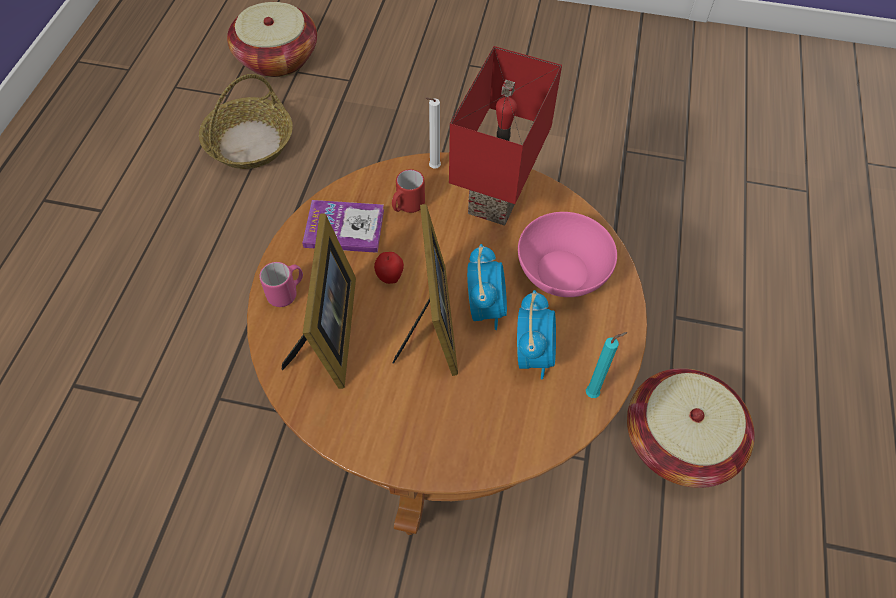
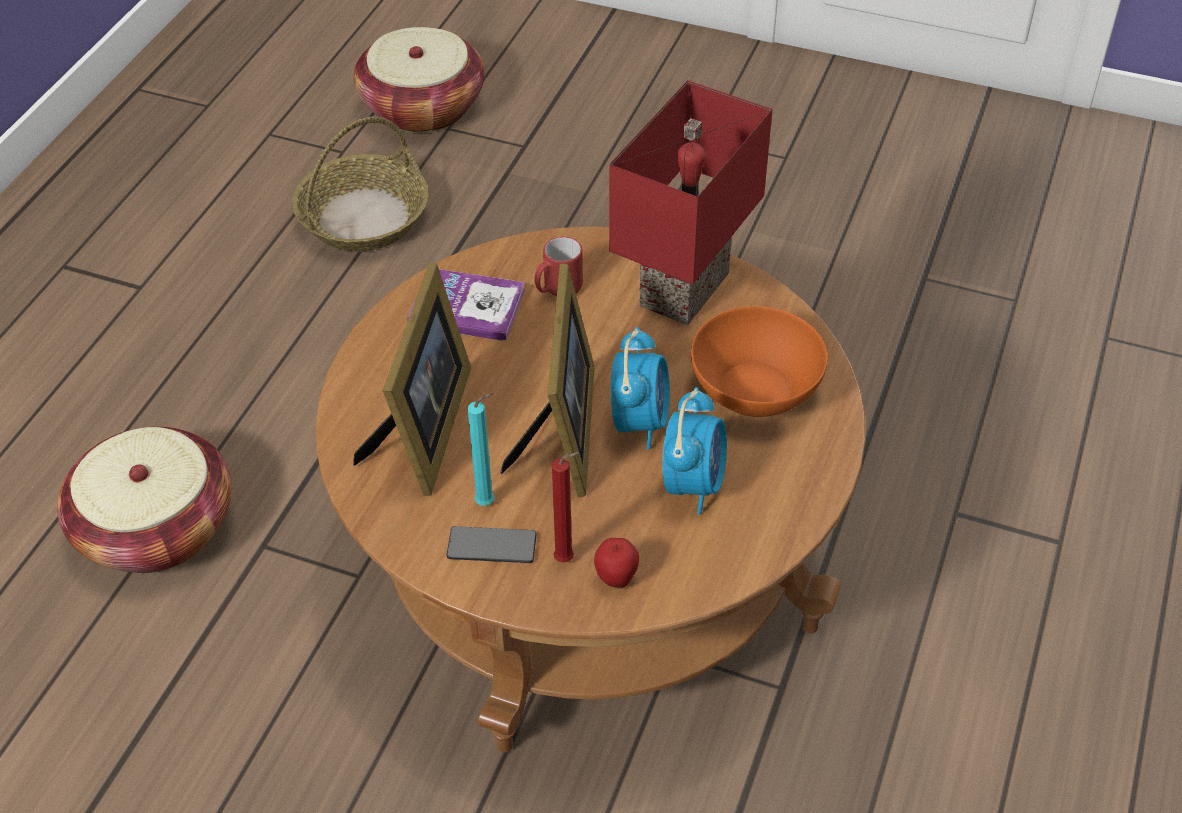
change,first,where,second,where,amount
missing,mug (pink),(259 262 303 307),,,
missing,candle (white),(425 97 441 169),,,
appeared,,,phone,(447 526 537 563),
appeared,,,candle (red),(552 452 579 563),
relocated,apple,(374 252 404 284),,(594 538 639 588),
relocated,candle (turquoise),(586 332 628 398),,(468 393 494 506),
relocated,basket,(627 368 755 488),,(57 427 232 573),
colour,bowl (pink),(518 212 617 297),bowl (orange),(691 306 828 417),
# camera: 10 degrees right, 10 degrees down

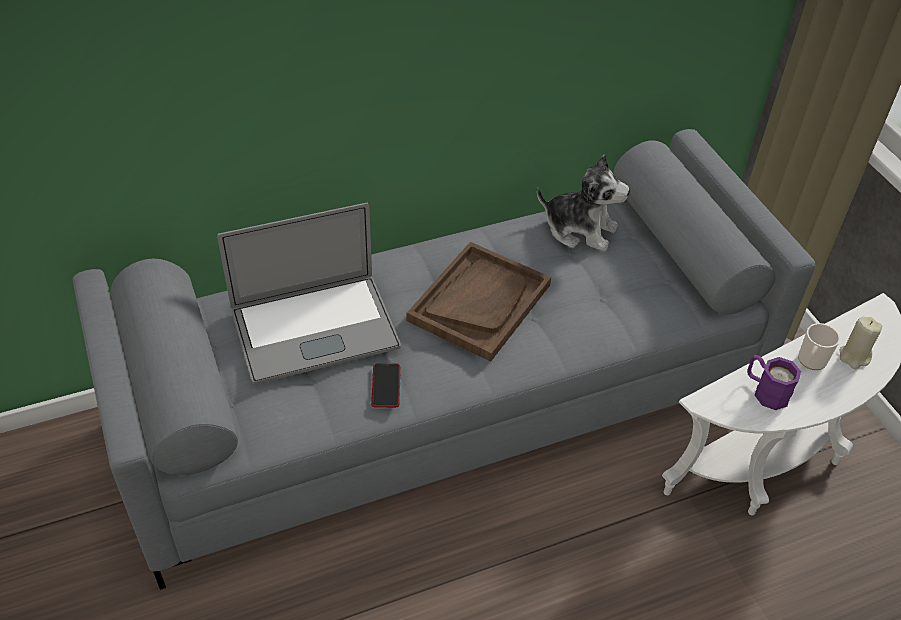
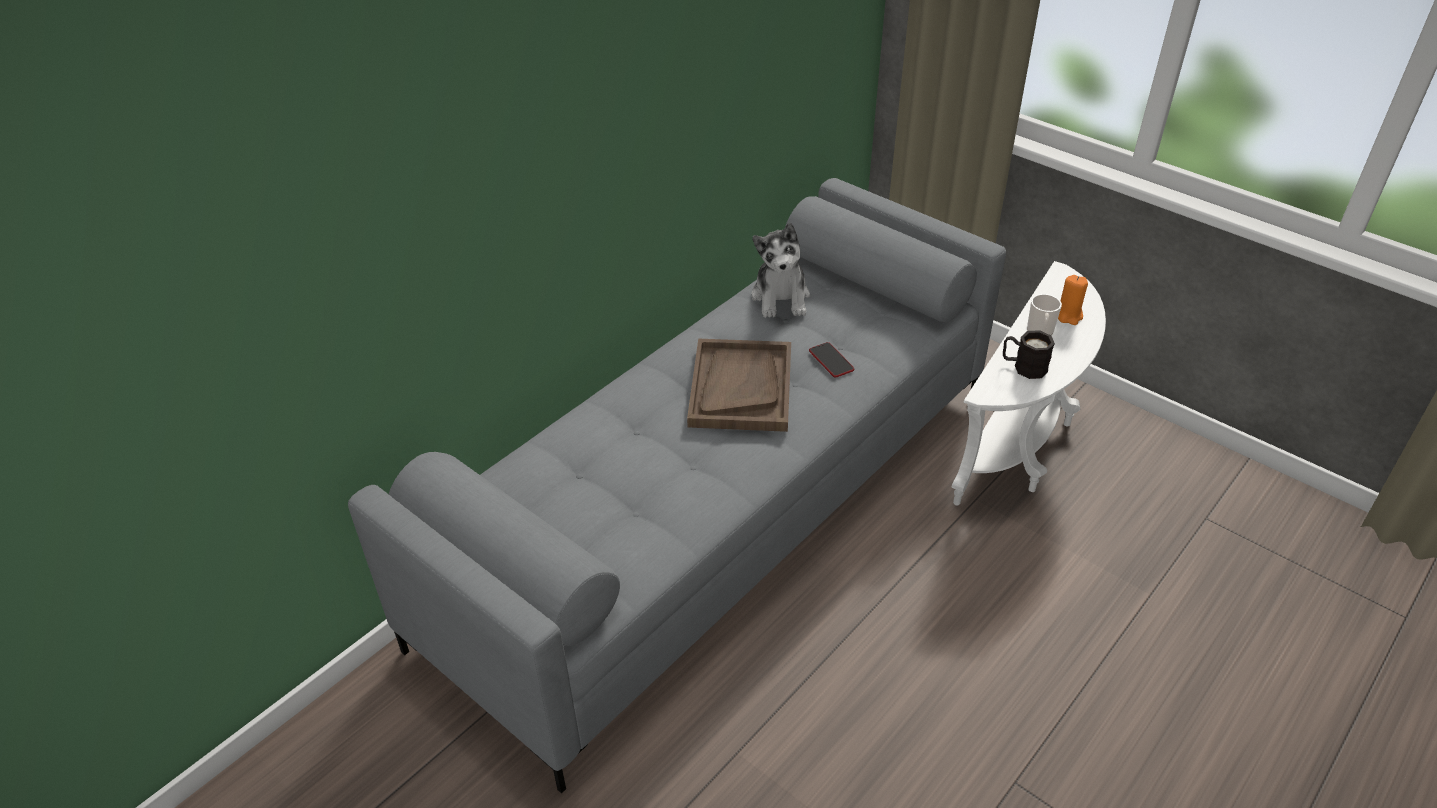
change,first,where,second,where,amount
missing,laptop,(217 202 401 385),,,
relocated,phone,(371 363 400 408),,(809 342 854 377),
colour,mug (purple),(747 355 801 410),mug (black),(1003 330 1055 379),
colour,candle (beige),(840 317 882 369),candle (orange),(1058 275 1088 325),
spun,plush toy,(537 154 630 252),,(751 223 810 318),90 degrees clockwise
# camera: 25 degrees left, 5 degrees down

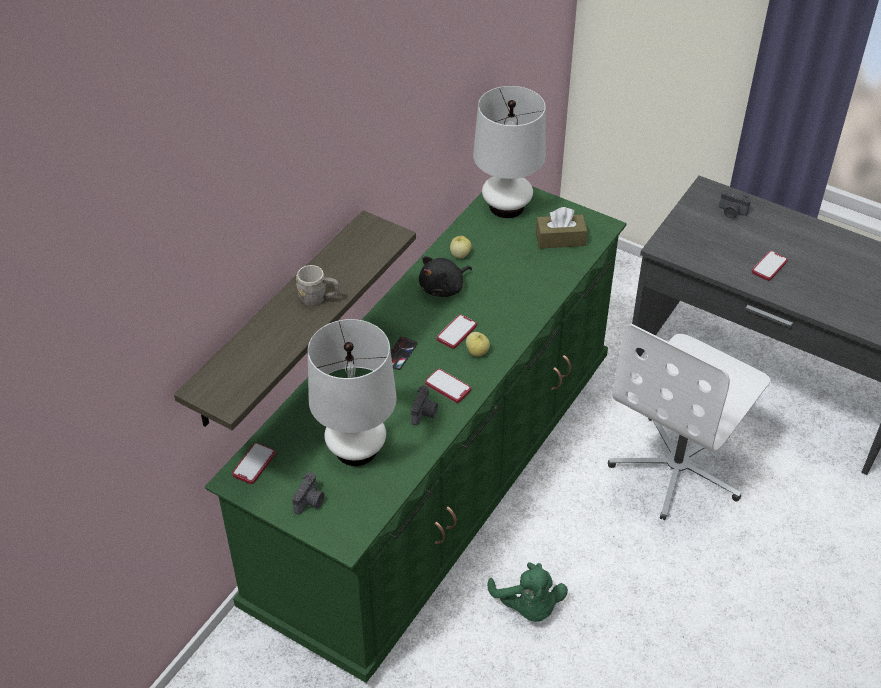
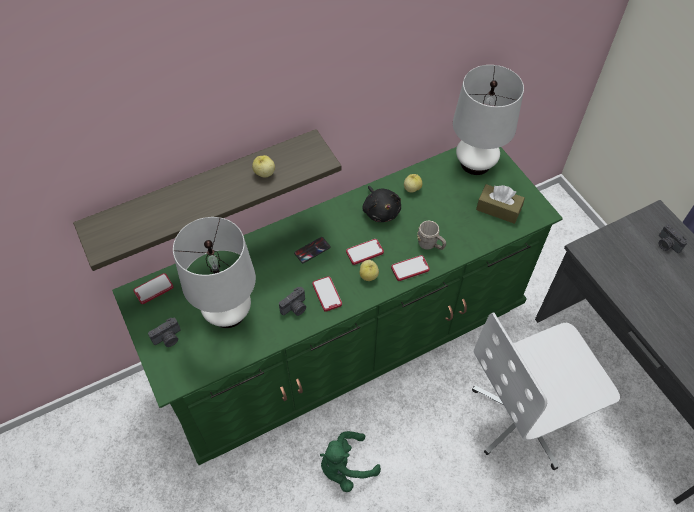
change,first,where,second,where,amount
appeared,,,apple,(252 155 275 177),
relocated,mug (grey),(296 265 339 306),,(417 221 446 250),
relocated,phone,(752 251 788 281),,(391 255 430 281),
spun,plush toy (black),(419 256 472 297),,(362 186 401 222),105 degrees counterclockwise
spun,plush toy (green),(487 562 568 622),,(320 431 381 492),60 degrees clockwise
# camera: 30 degrees right, 10 degrees up

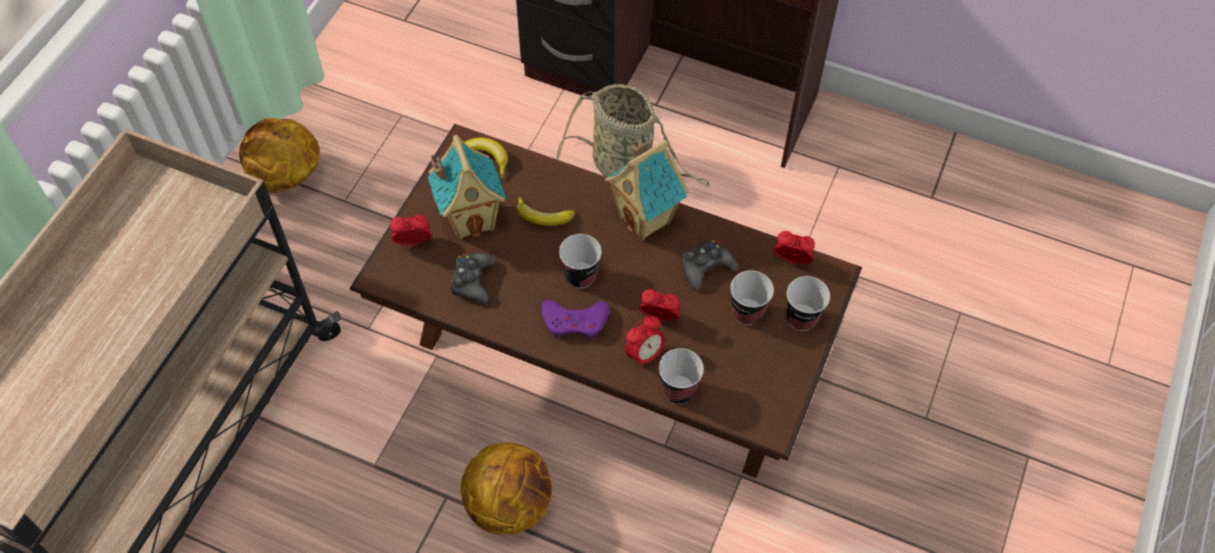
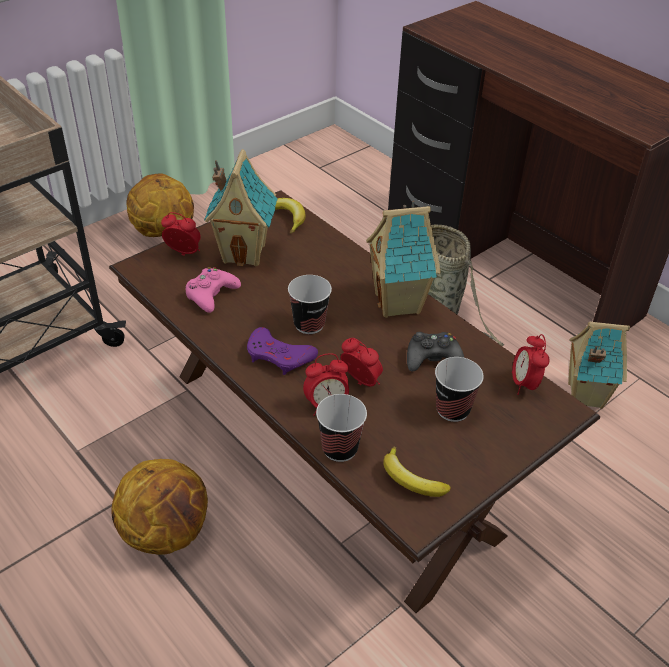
change,first,where,second,where,amount
missing,cup,(787 276 830 331),,,
appeared,,,toy house,(568 322 630 409),
relocated,banana,(517 197 575 226),,(383 447 451 497),
colour,game controller (black),(450 253 495 303),game controller (pink),(185 267 241 313),
spun,alarm clock,(773 231 815 264),,(512 334 549 395),135 degrees counterclockwise
# camera: 25 degrees right, 15 degrees down

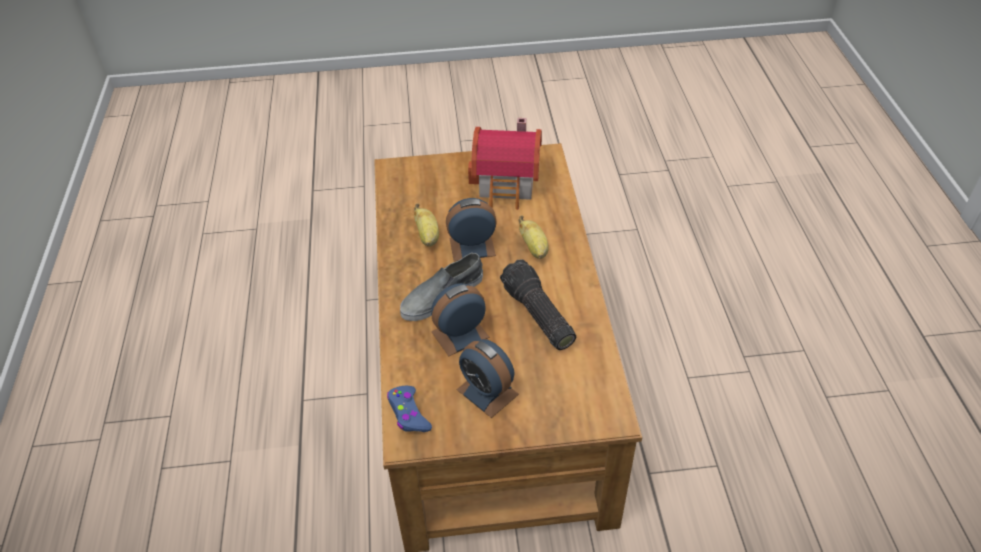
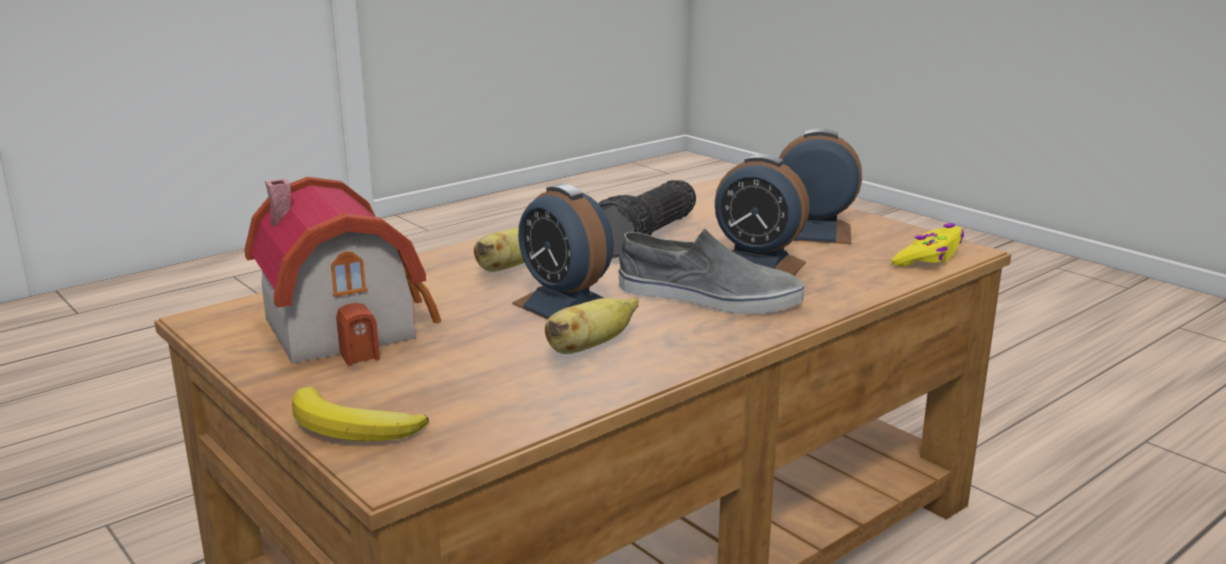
change,first,where,second,where,amount
appeared,,,banana,(292 387 429 441),
colour,game controller (blue),(387 386 432 432),game controller (yellow),(892 223 964 267),
spun,alarm clock,(457 339 519 418),,(779 129 862 244),90 degrees counterclockwise
# camera: 125 degrees left, 25 degrees down

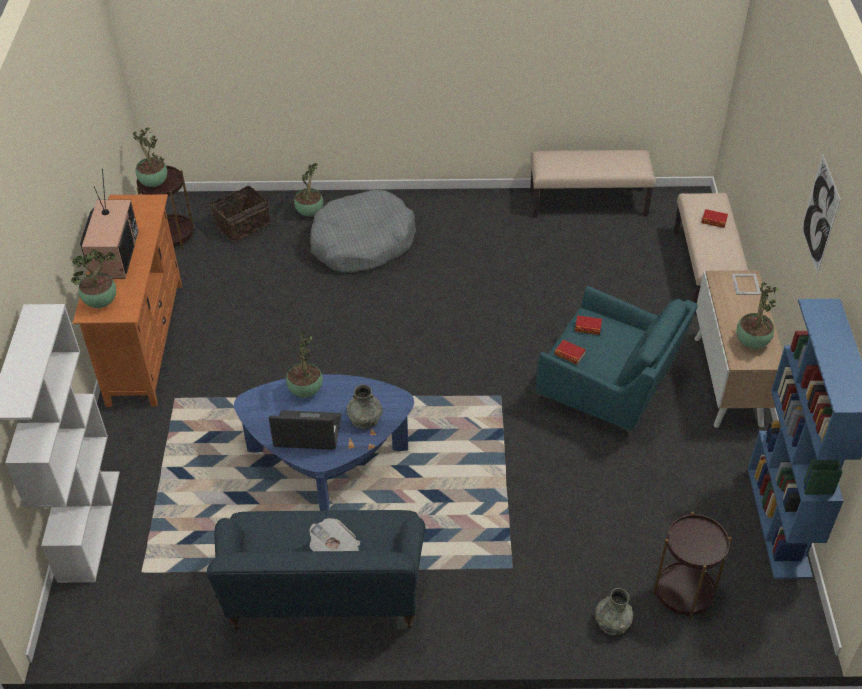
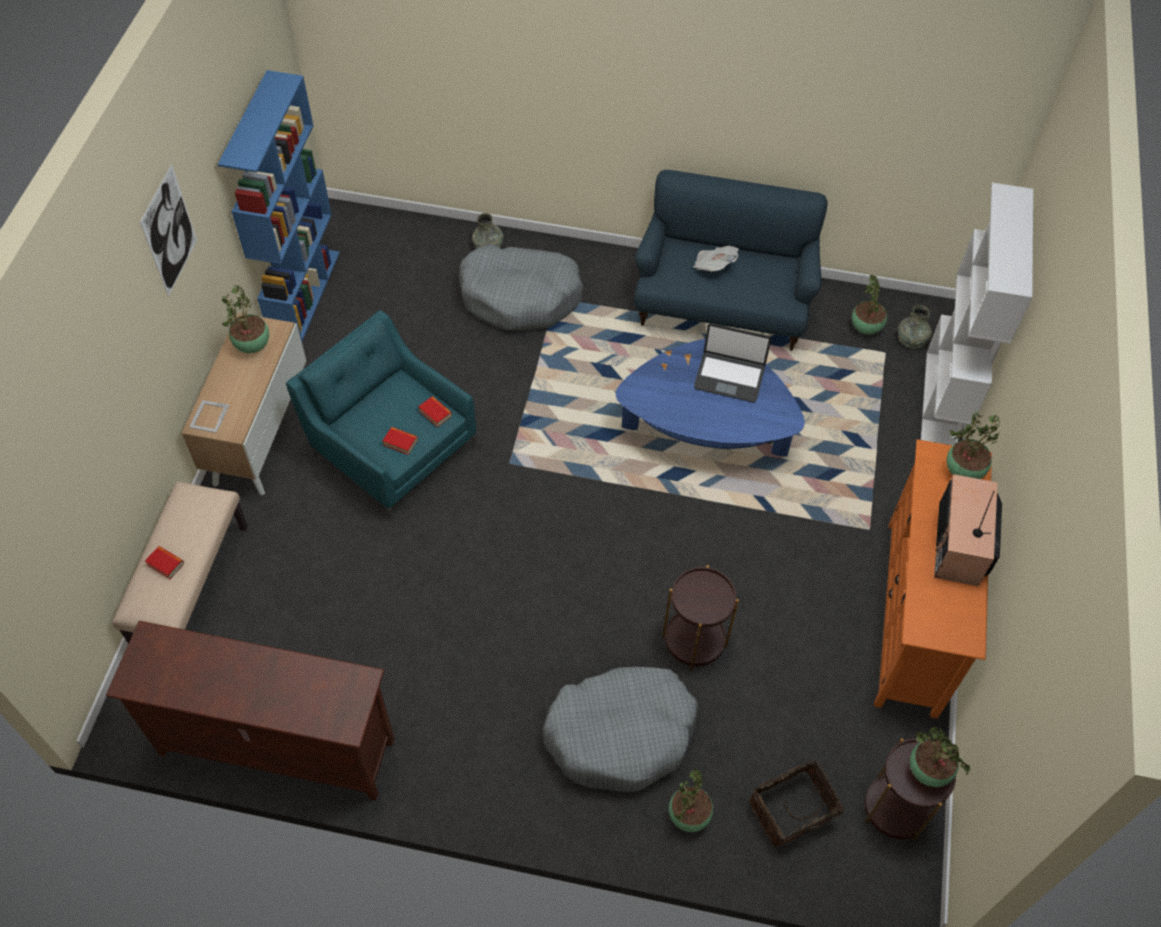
change,first,where,second,where,amount
appeared,,,dog bed (grey),(459 244 583 330),
relocated,potted plant,(286 332 323 398),,(852 275 887 335),
relocated,vase (grey),(346 385 383 429),,(897 305 932 349),
relocated,side table (brown),(653 512 732 621),,(662 565 739 671),
exchanged,bench (beige),(530 150 655 217),tv stand (brown),(105 621 395 801),
# camera: 170 degrees left, 10 degrees up

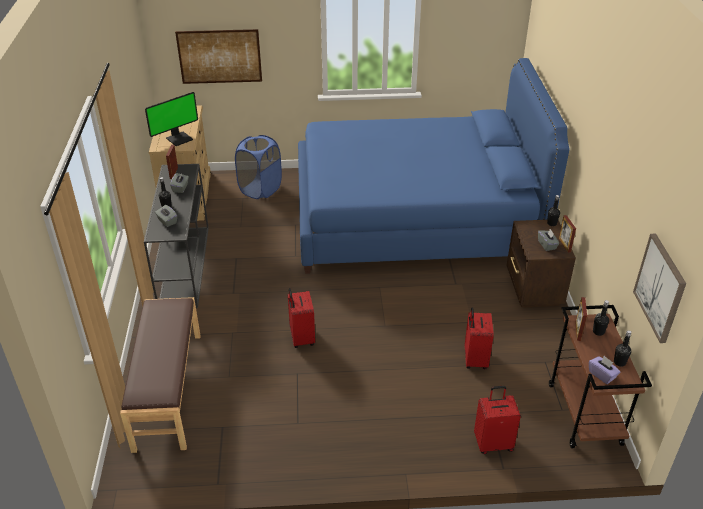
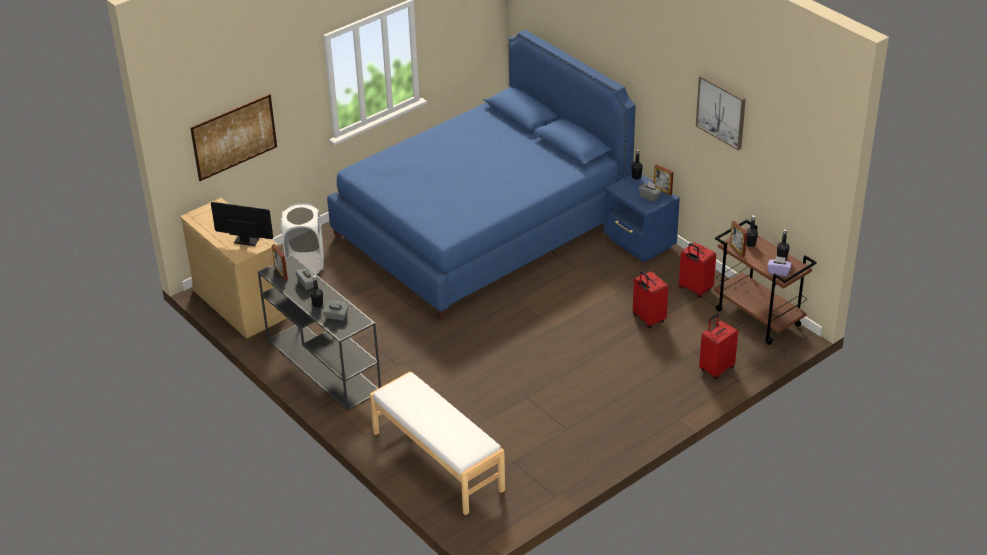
change,first,where,second,where,amount
relocated,suitcase (red),(288 288 315 348),,(679 242 716 298),
relocated,picture,(633 233 686 343),,(696 75 746 150),
colour,bench (brown),(120 297 201 453),bench (white),(370 372 505 515),
colour,laundry basket (blue),(235 135 282 199),laundry basket (white),(281 203 324 275),
colour,nightstand (brown),(506 220 576 308),nightstand (blue),(604 174 680 263),
spun,monitor,(145 92 198 146),,(211 202 273 246),90 degrees counterclockwise
# camera: 35 degrees left, 0 degrees up

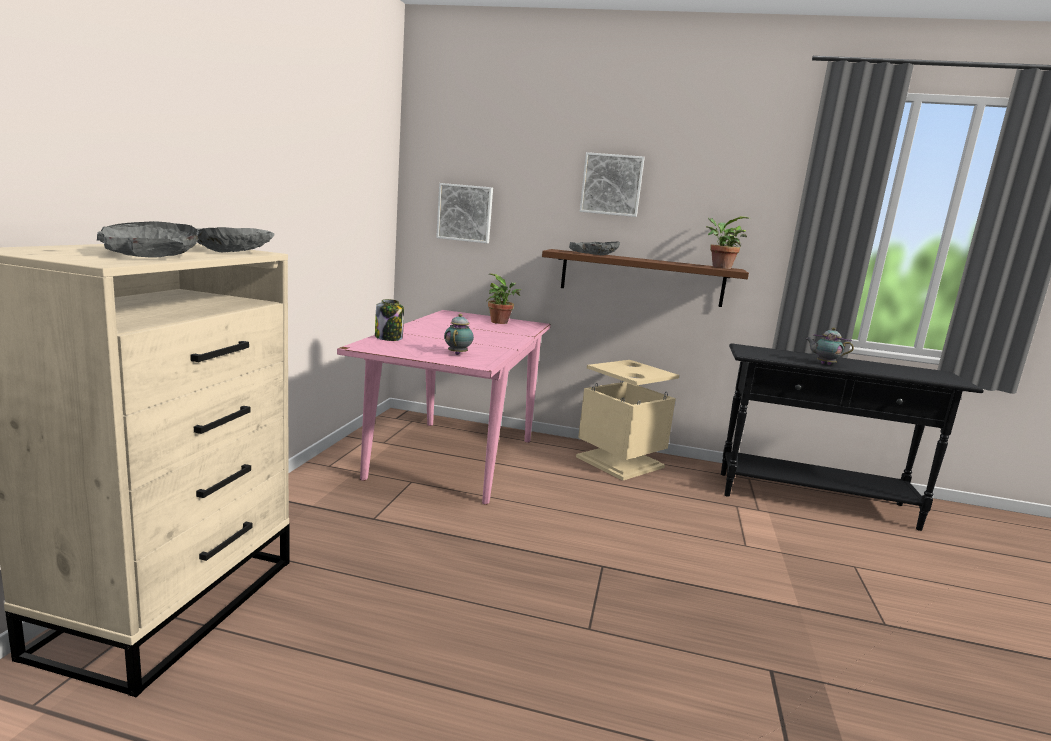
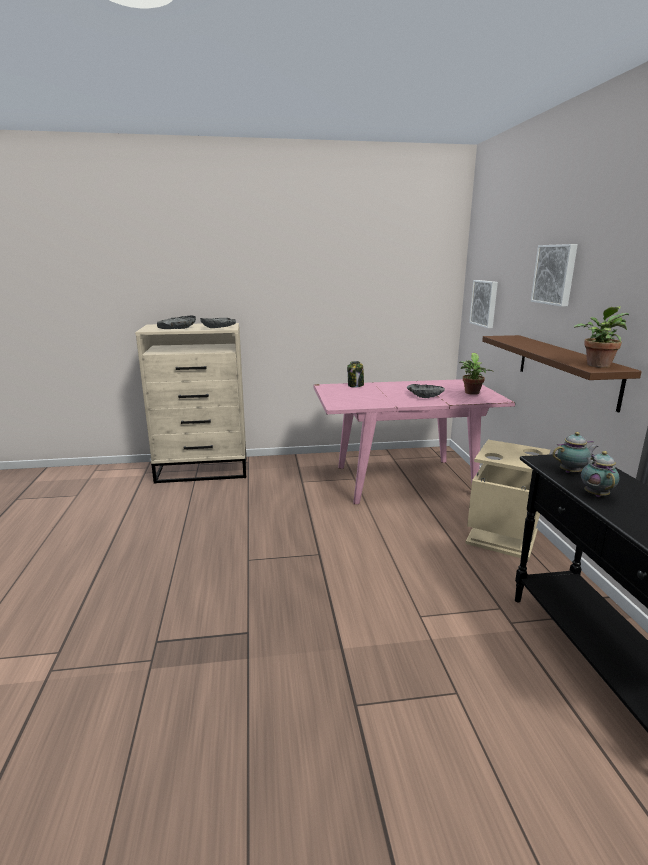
change,first,where,second,where,amount
relocated,teapot,(444 314 474 355),,(552 432 598 473),
relocated,bowl (grey),(569 242 620 255),,(407 384 445 398),
# camera: 70 degrees right, 5 degrees up

